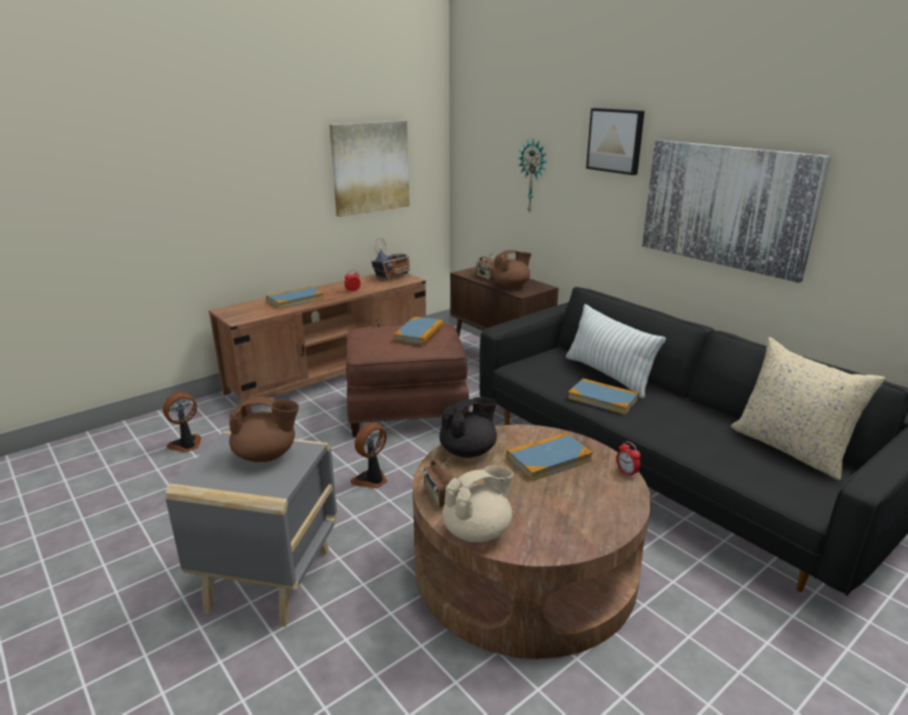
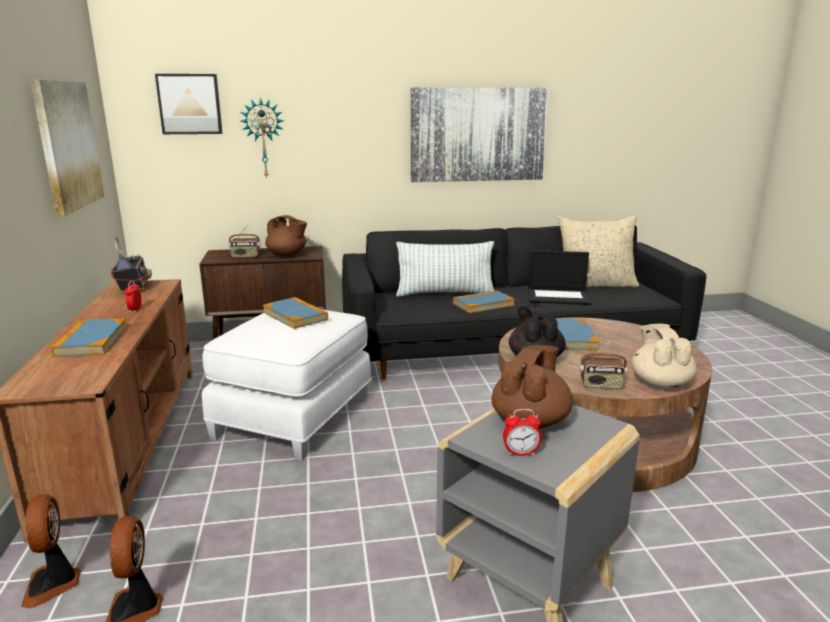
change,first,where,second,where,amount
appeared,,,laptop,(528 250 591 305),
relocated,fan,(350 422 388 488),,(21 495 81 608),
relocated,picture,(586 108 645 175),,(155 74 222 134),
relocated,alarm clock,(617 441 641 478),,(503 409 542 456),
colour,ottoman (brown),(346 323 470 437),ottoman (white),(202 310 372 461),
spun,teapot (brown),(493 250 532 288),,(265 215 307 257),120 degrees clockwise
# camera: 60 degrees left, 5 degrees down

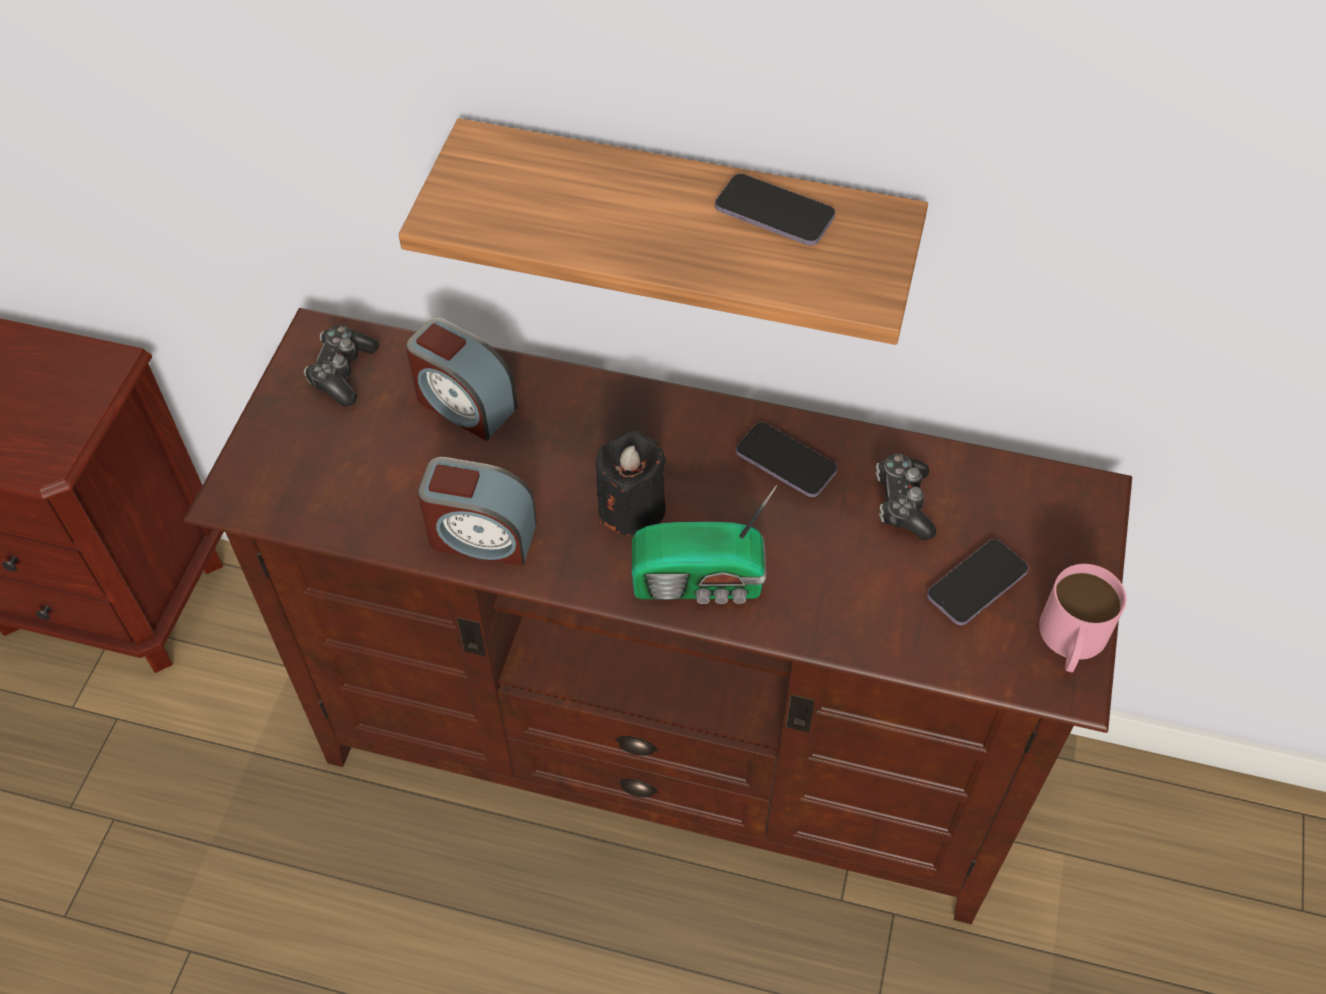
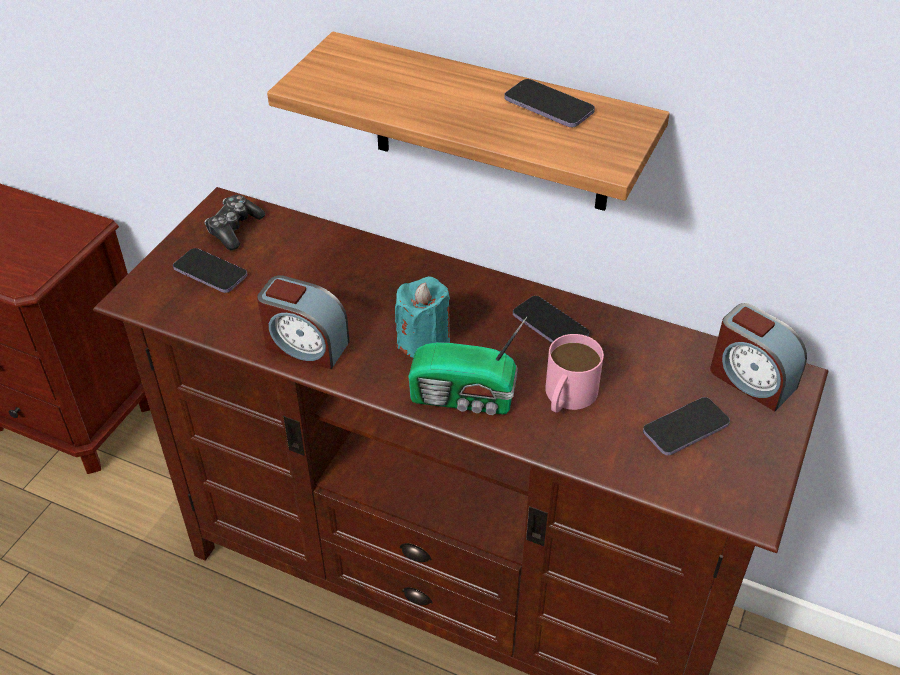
change,first,where,second,where,amount
missing,game controller,(876 454 936 540),,,
appeared,,,phone,(173 248 248 293),
relocated,alarm clock,(406 318 517 441),,(710 303 807 411),
relocated,mug (pink),(1039 564 1126 672),,(545 334 604 413),
colour,candle (black),(596 431 666 536),candle (turquoise),(395 276 450 358),
# camera: 10 degrees right, 10 degrees down

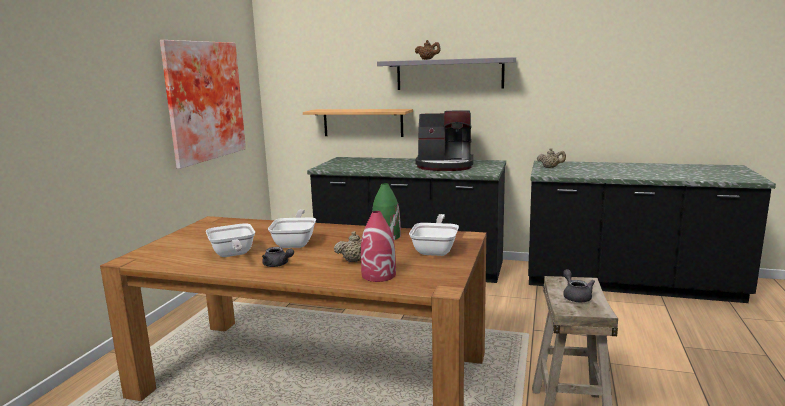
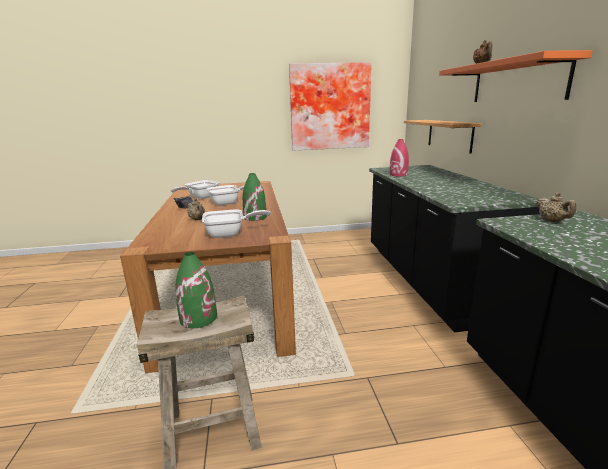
change,first,where,second,where,amount
missing,coffee machine,(415 110 473 171),,,
relocated,vase (red),(361 211 396 282),,(389 139 409 176),
exchanged,teapot (grey),(563 269 595 302),vase (green),(175 252 217 328),
colour,shelf (grey),(377 57 516 90),shelf (orange),(439 50 593 102),
# camera: 65 degrees right, 5 degrees up

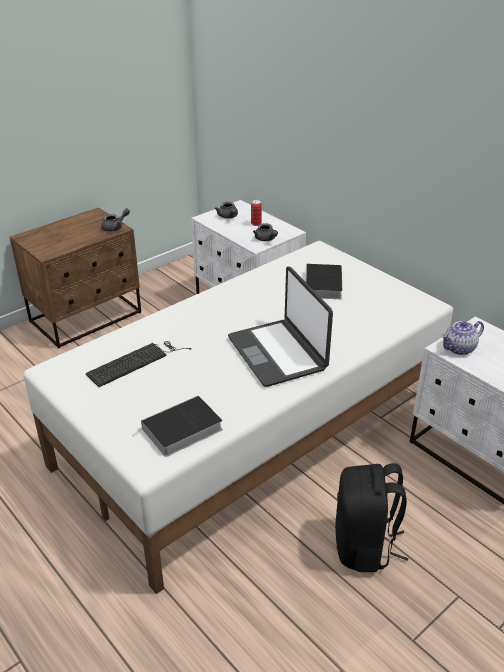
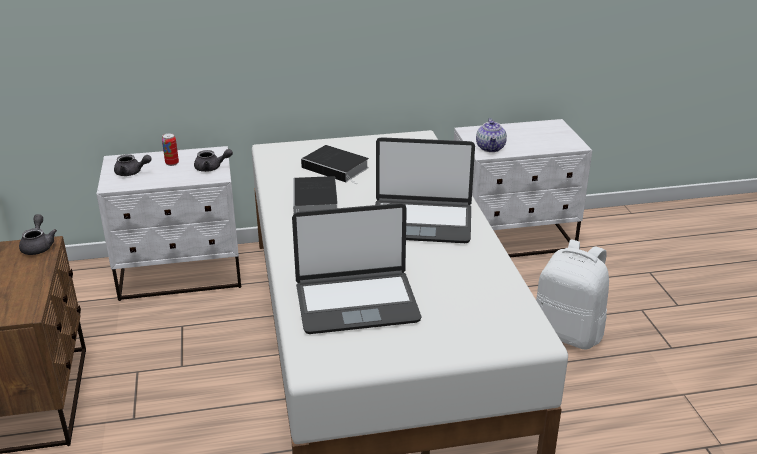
change,first,where,second,where,amount
relocated,book,(132 396 223 457),,(293 176 338 213),
exchanged,keyboard,(86 341 192 387),laptop,(292 203 422 334),
colour,backpack (black),(335 463 408 572),backpack (white),(536 239 609 350),
# camera: 60 degrees left, 5 degrees down

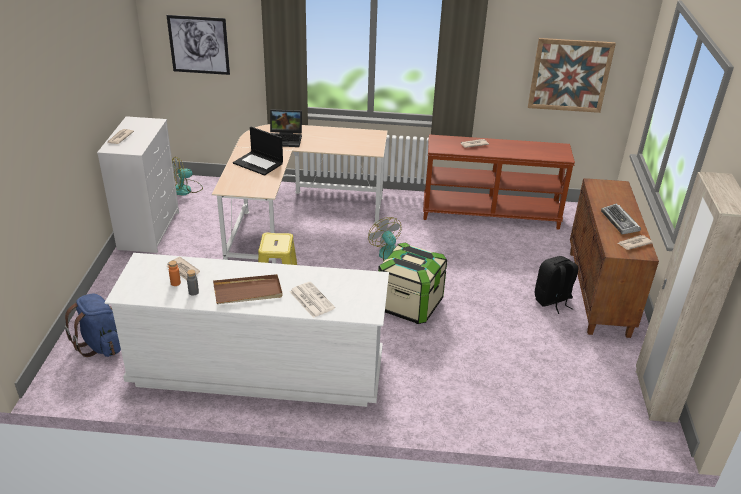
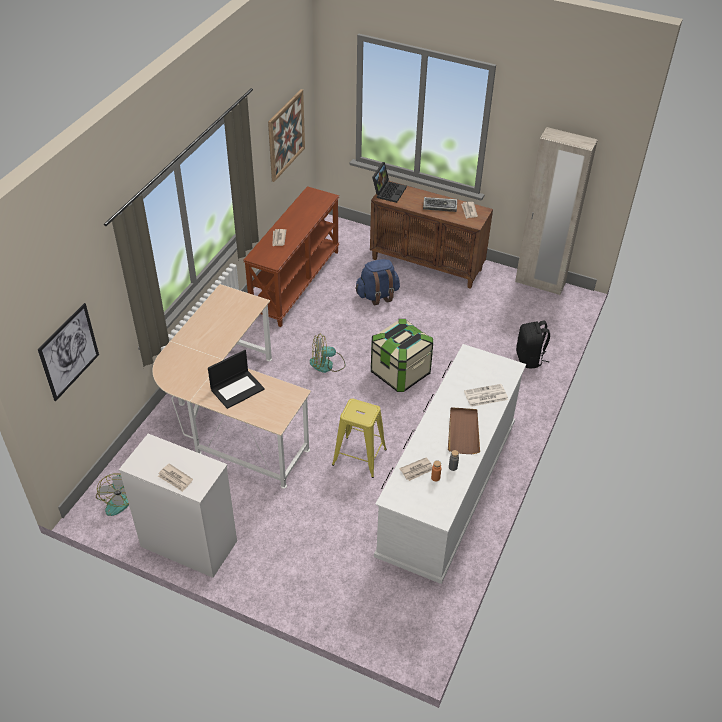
change,first,where,second,where,amount
relocated,backpack (blue),(64 294 121 357),,(355 259 400 305),
relocated,laptop,(270 109 302 147),,(372 162 407 203),
relocated,backpack (black),(535 256 578 314),,(516 321 550 368),
# camera: 70 degrees left, 10 degrees up

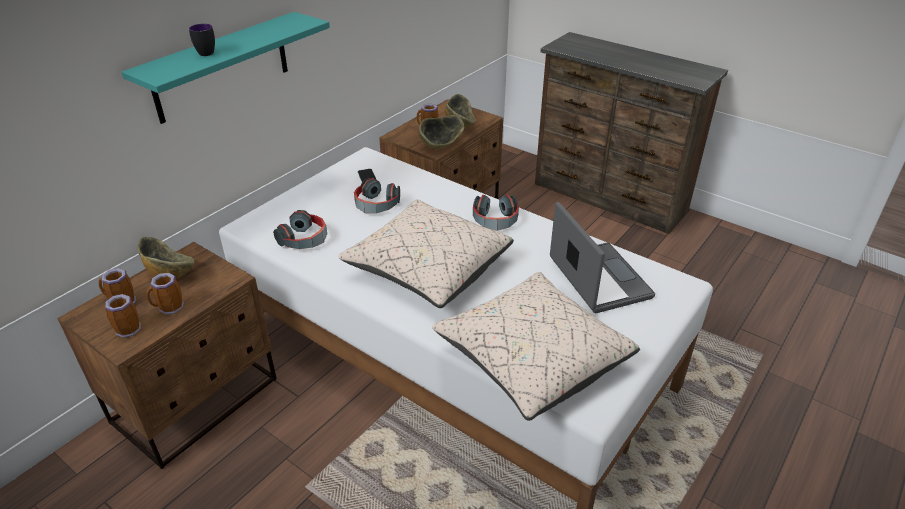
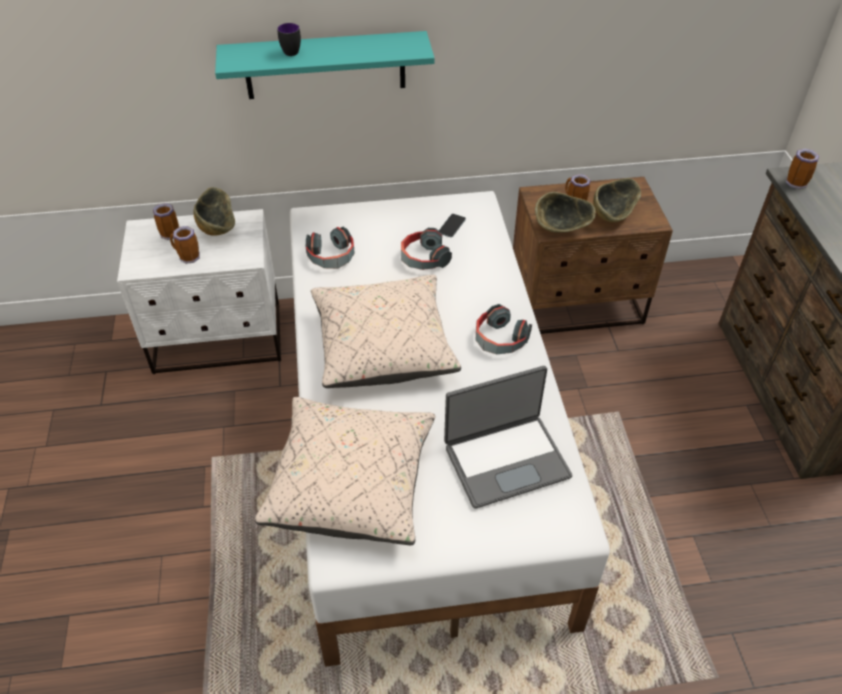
change,first,where,second,where,amount
relocated,mug,(105 294 141 338),,(786 149 819 189),
colour,nightstand (brown),(57 242 277 469),nightstand (white),(117 209 281 374),
spun,laptop,(550 202 655 313),,(444 366 572 509),45 degrees clockwise
# camera: 45 degrees right, 10 degrees up

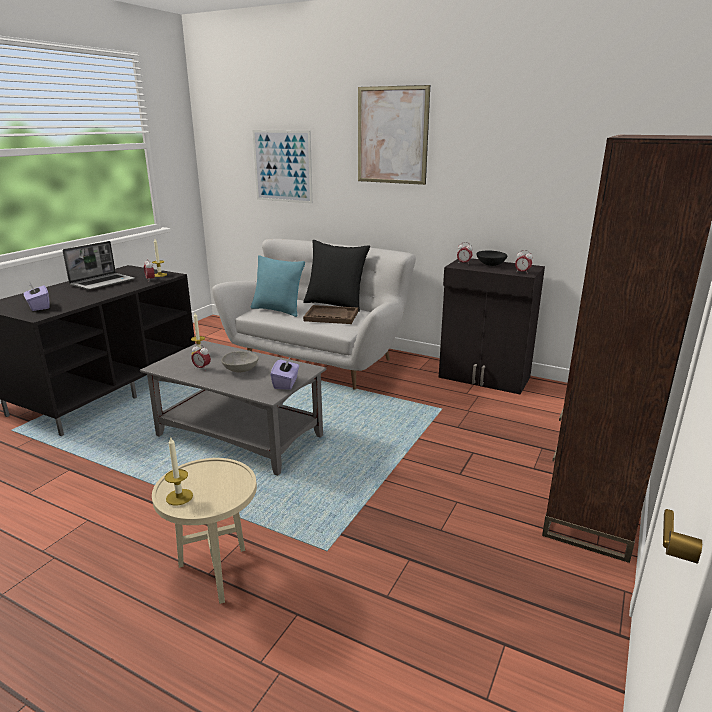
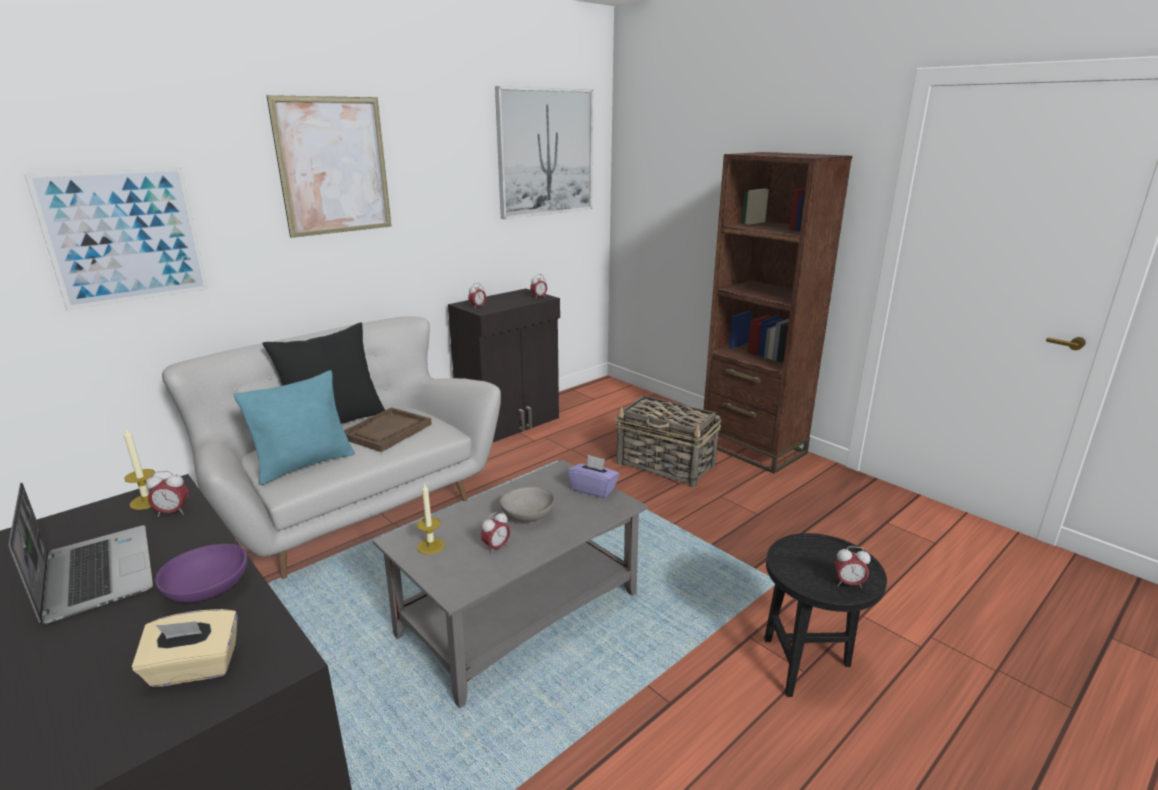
change,first,where,second,where,amount
missing,bowl (black),(476 251 507 266),,,
appeared,,,bowl (purple),(155 544 247 603),
appeared,,,picture,(495 86 593 219),
appeared,,,basket,(615 395 721 488),
exchanged,candle,(165 436 193 505),alarm clock,(835 546 871 588),
colour,tissue box (purple),(23 283 50 311),tissue box (beige),(132 609 238 687),
colour,side table (beige),(152 458 257 604),side table (black),(764 533 887 697),
# camera: 70 degrees left, 0 degrees up

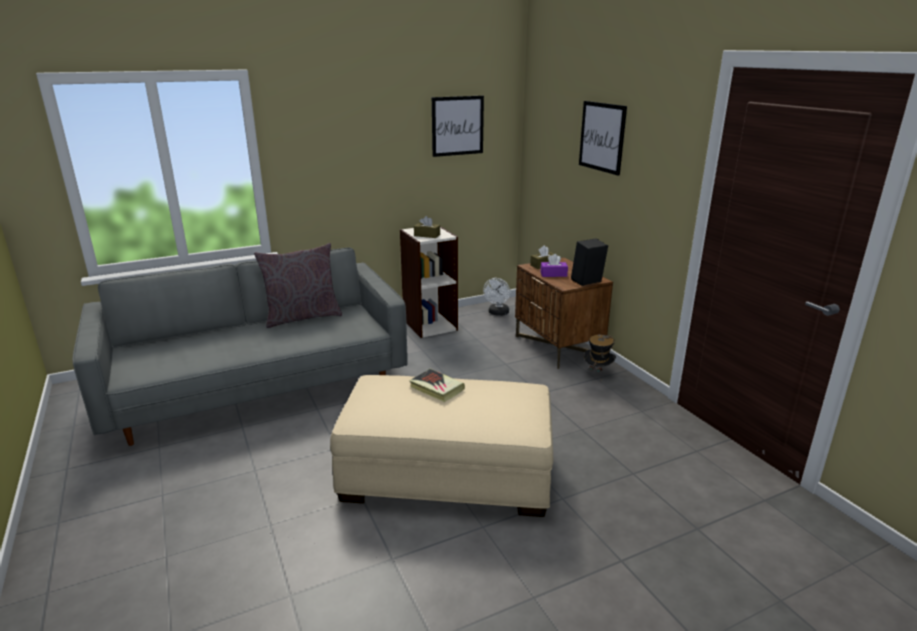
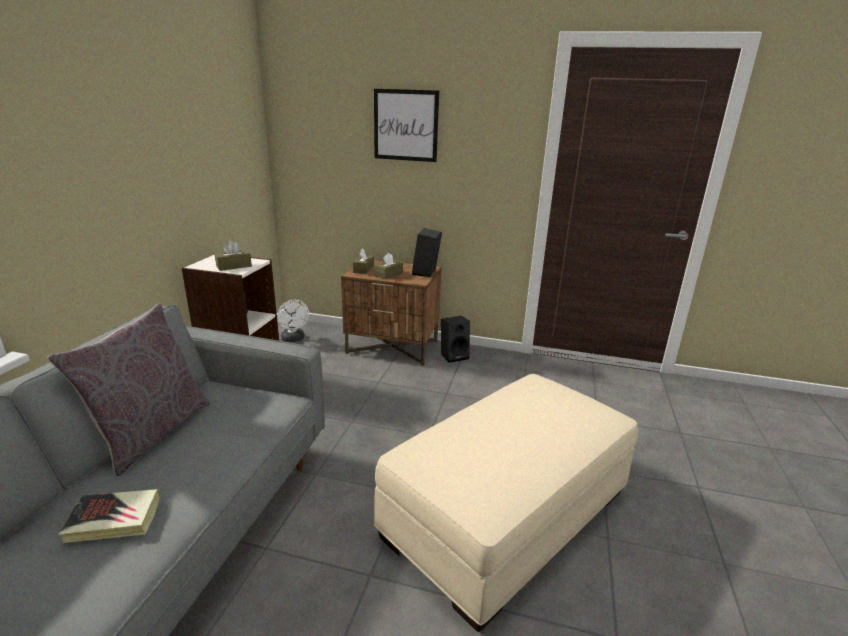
change,first,where,second,where,amount
missing,picture,(432 96 484 157),,,
relocated,book,(409 369 465 402),,(58 489 161 543),
exchanged,hat,(584 335 616 372),speaker (black),(441 316 470 363),
colour,tissue box (purple),(541 254 568 277),tissue box (brown),(375 253 403 279),
# camera: 50 degrees left, 0 degrees up

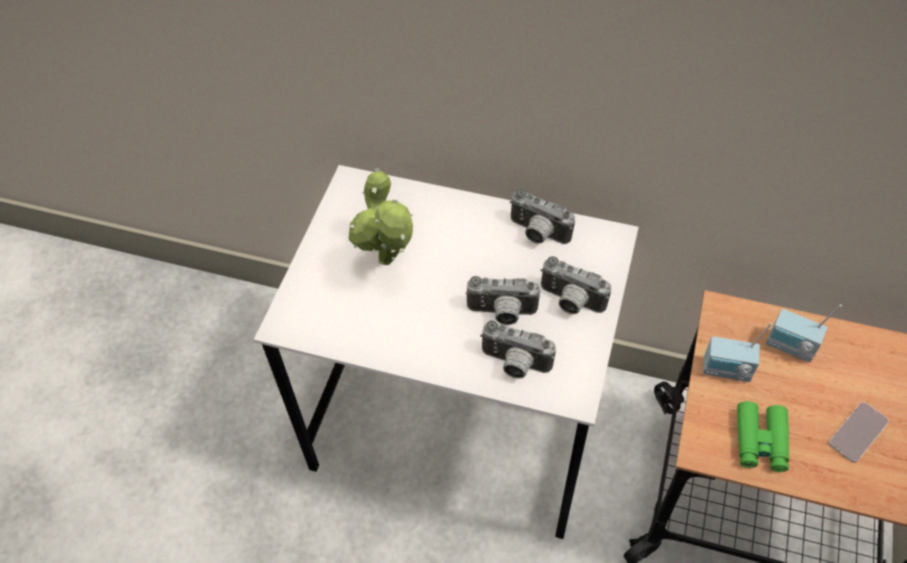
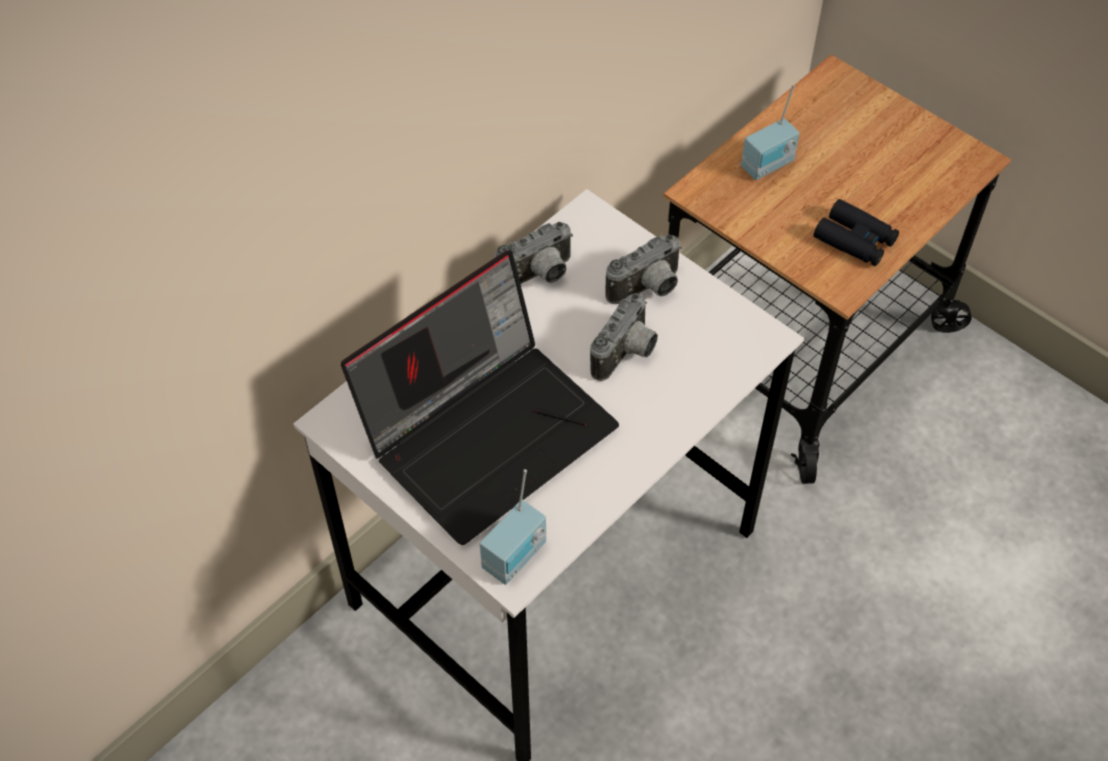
change,first,where,second,where,amount
missing,photo camera,(480 321 556 379),,,
missing,phone,(829 402 889 462),,,
relocated,radio,(703 323 772 382),,(480 469 546 585),
exchanged,potted plant,(349 168 413 265),laptop,(341 250 619 545),
colour,binoculars (green),(737 401 789 472),binoculars (black),(814 199 899 266),
# camera: 65 degrees left, 0 degrees up

